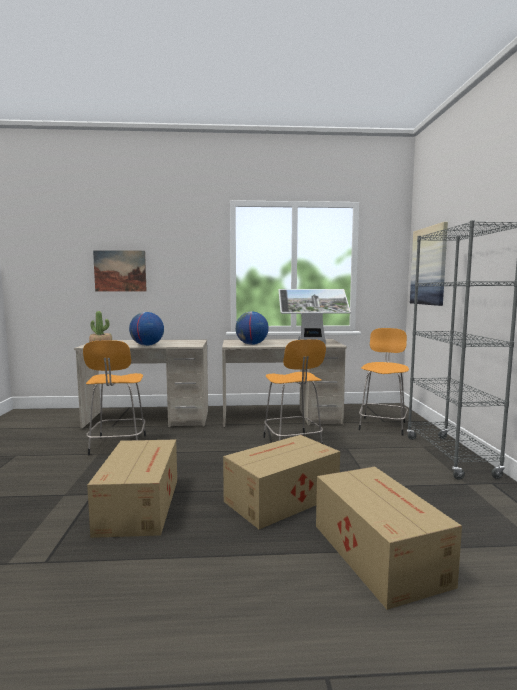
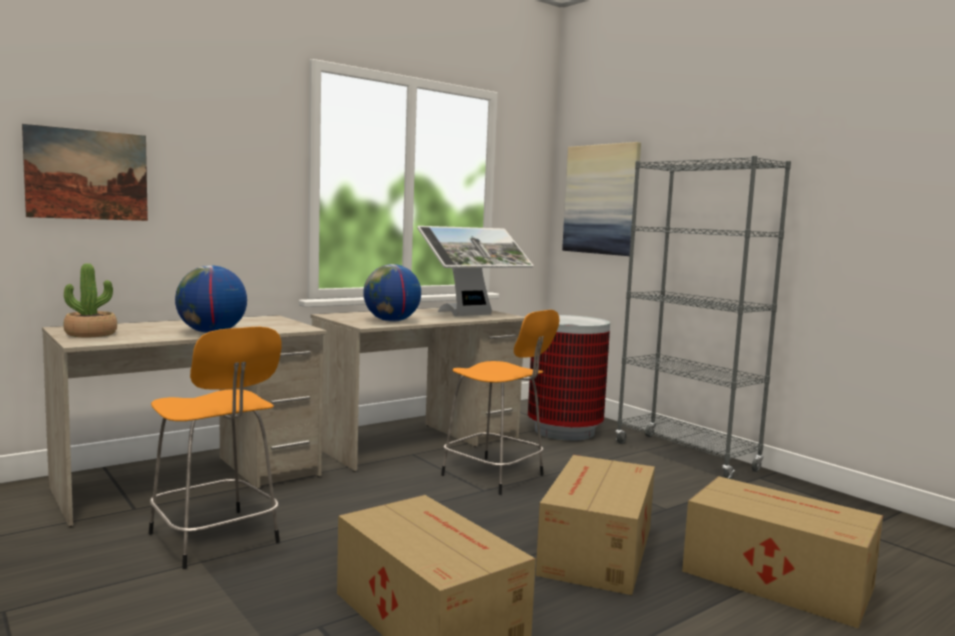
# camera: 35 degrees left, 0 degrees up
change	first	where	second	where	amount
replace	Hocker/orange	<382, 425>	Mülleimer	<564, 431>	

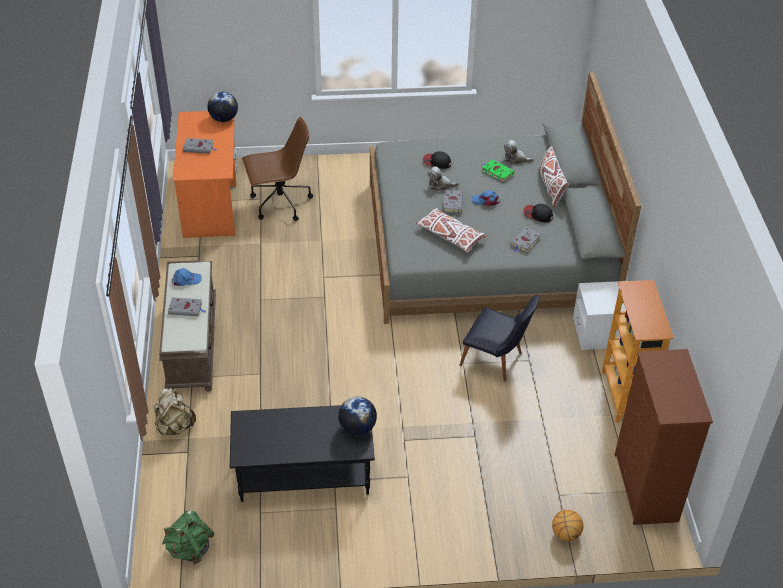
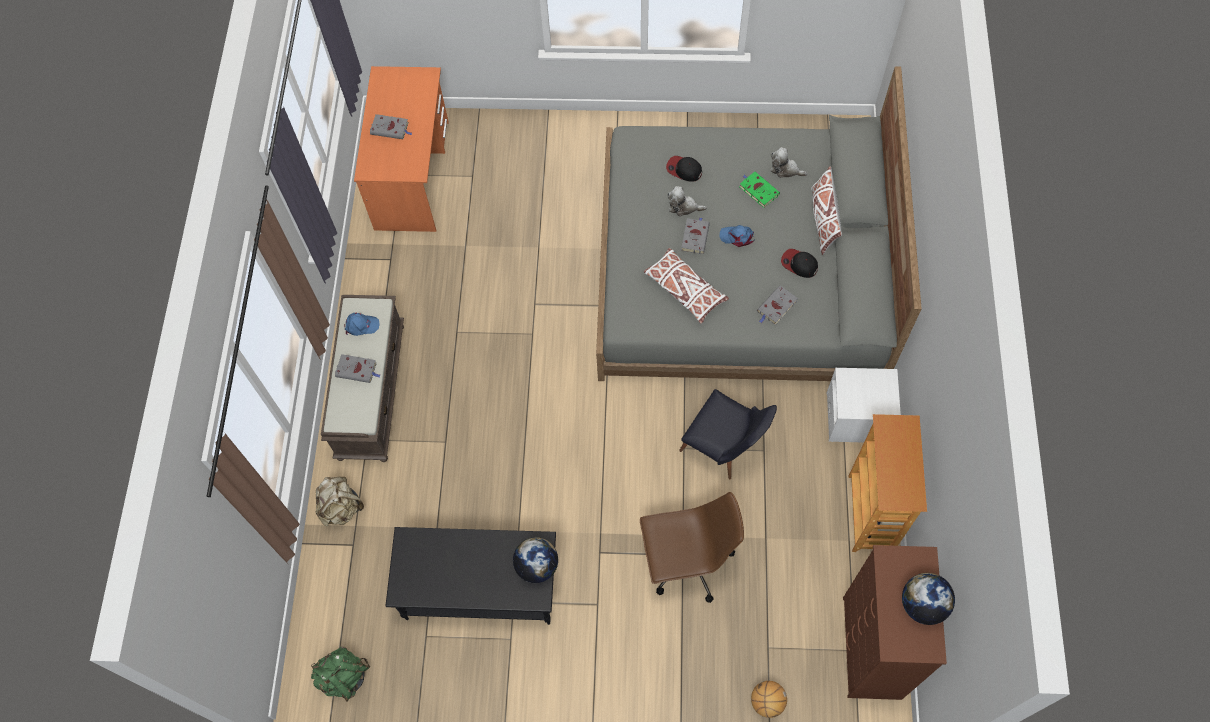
# camera: 10 degrees right, 20 degrees up
change	first	where	second	where	amount
move	Globus	<223, 119>		<922, 605>	
move	Bürostuhl/braun	<279, 203>		<687, 562>	

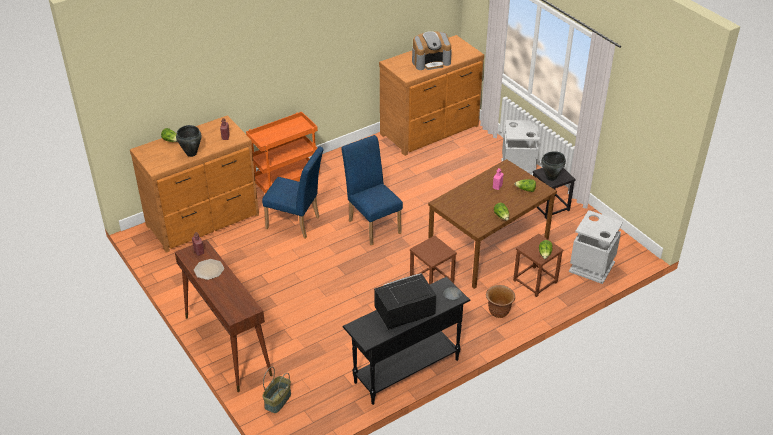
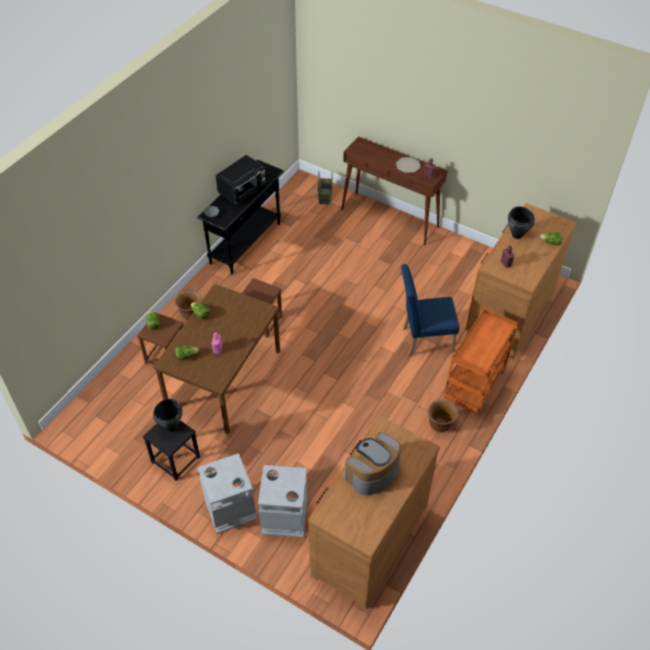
# camera: 155 degrees right, 10 degrees up
change	first	where	second	where	amount
delete	Stuhl/blau	<373, 224>			
move	Mülleimer/grau	<591, 266>		<285, 517>	
insert			Pflanzkübel/braun	<440, 425>	

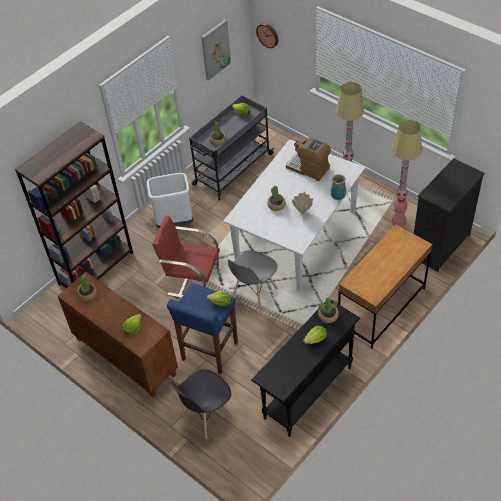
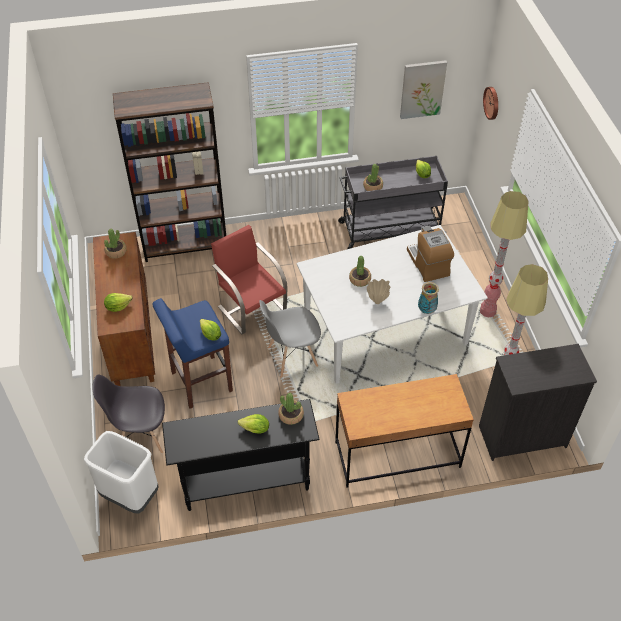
# camera: 35 degrees right, 0 degrees up
change	first	where	second	where	amount
move	Mülleimer/weiß	<174, 222>		<130, 495>	

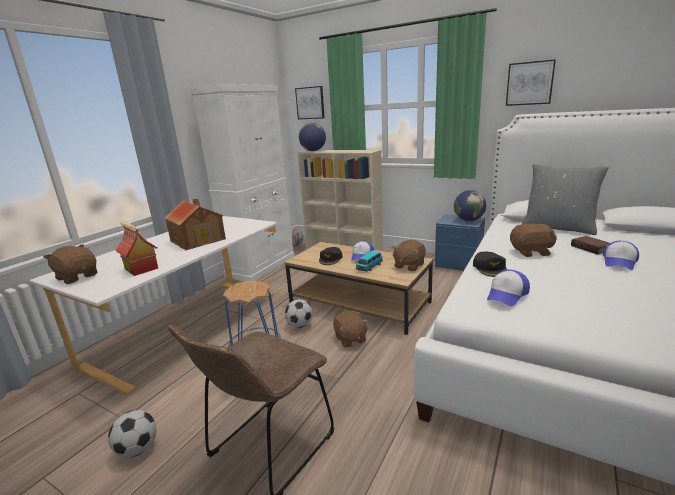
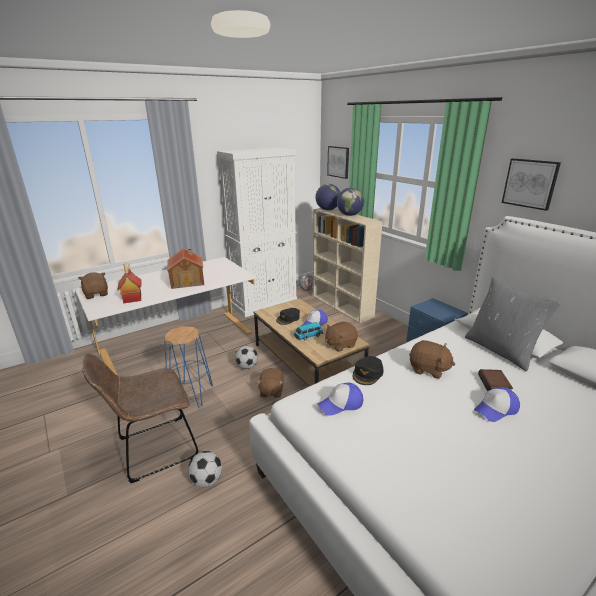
# camera: 25 degrees right, 5 degrees up
change	first	where	second	where	amount
move	Globus	<468, 220>		<349, 215>	
move	Fußball	<138, 449>		<207, 480>	

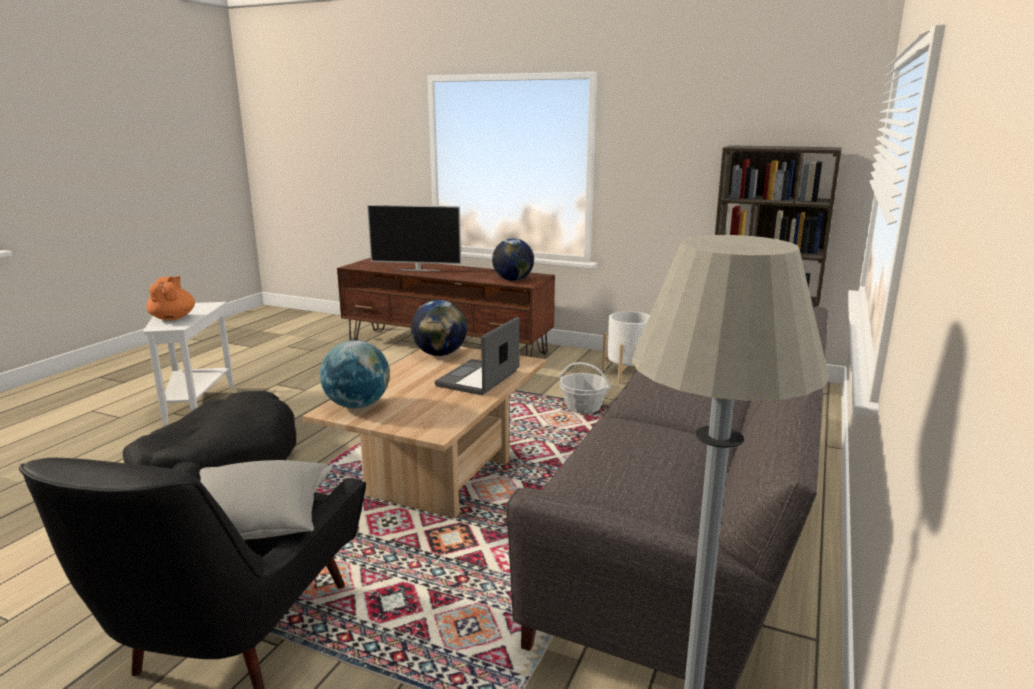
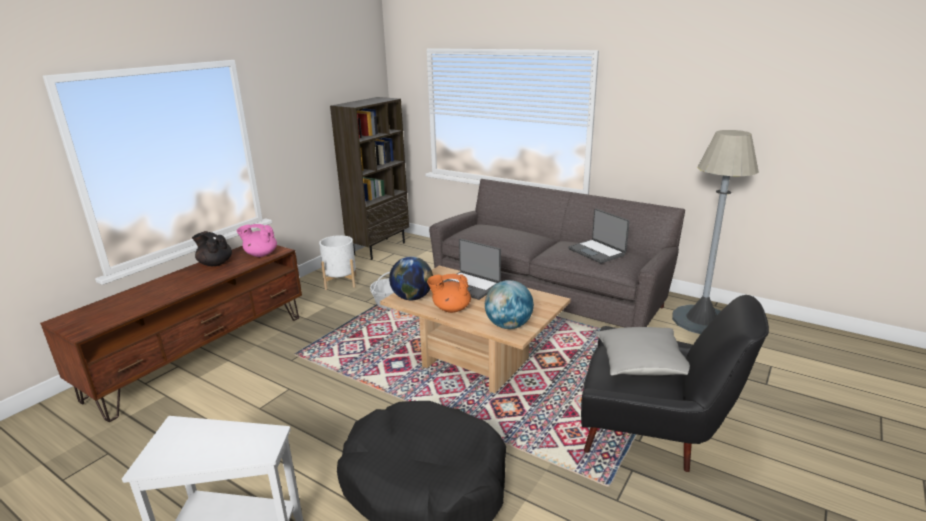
# camera: 80 degrees left, 5 degrees up
change	first	where	second	where	amount
delete	Fernseher	<417, 270>			
replace	Globus	<513, 280>	Teekanne/rosa	<260, 254>	
move	Teekanne/orange	<173, 318>		<451, 309>	
insert			Laptop	<597, 252>	
insert			Teekanne/schwarz	<215, 263>	

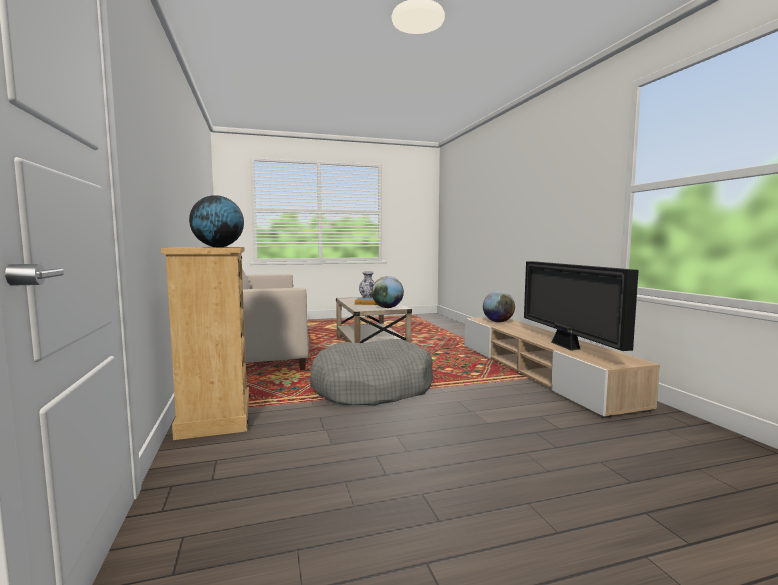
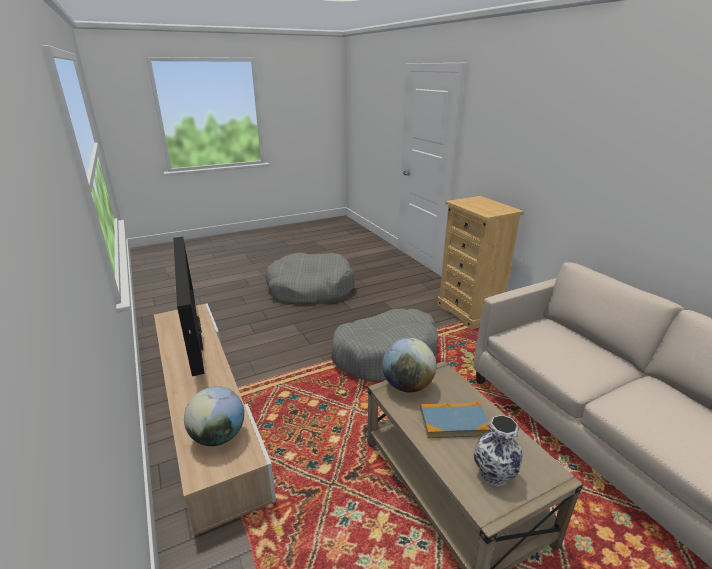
# camera: 170 degrees right, 20 degrees up
change	first	where	second	where	amount
delete	Globus	<218, 247>			
insert			Hundebett/grau	<310, 288>	

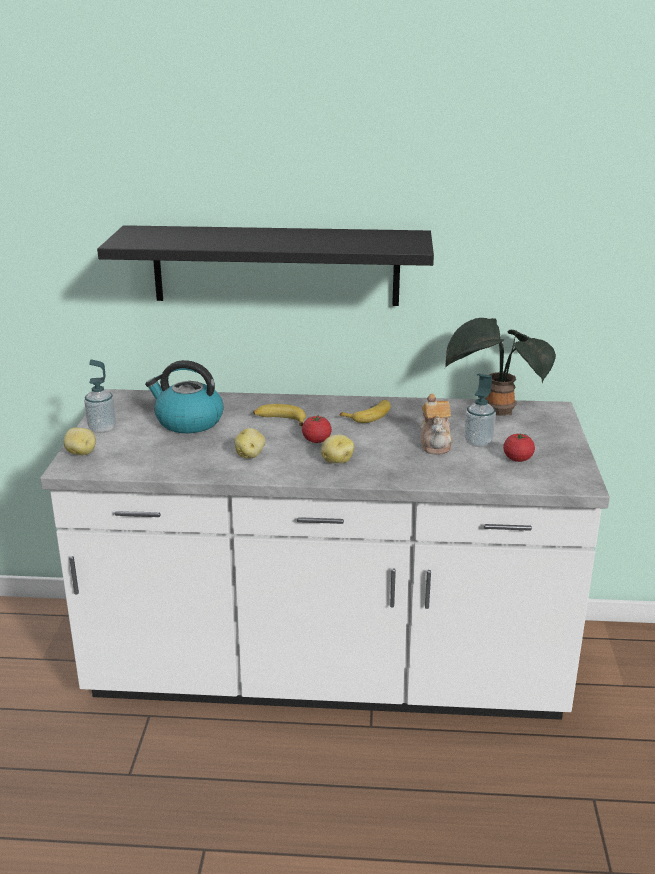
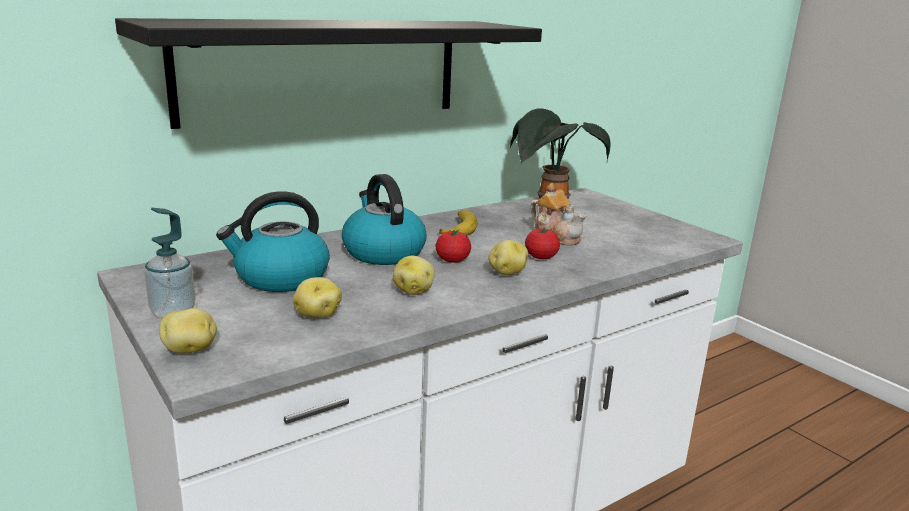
# camera: 40 degrees left, 5 degrees down
change	first	where	second	where	amount
delete	Seifenspender	<478, 442>			
replace	Banane	<280, 420>	Wasserkessel	<382, 252>	
move	Tomate	<517, 459>		<541, 257>	
insert			Kartoffel	<317, 315>	

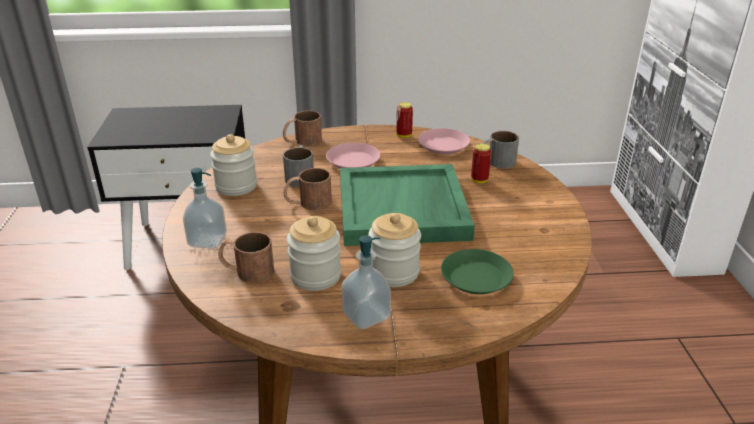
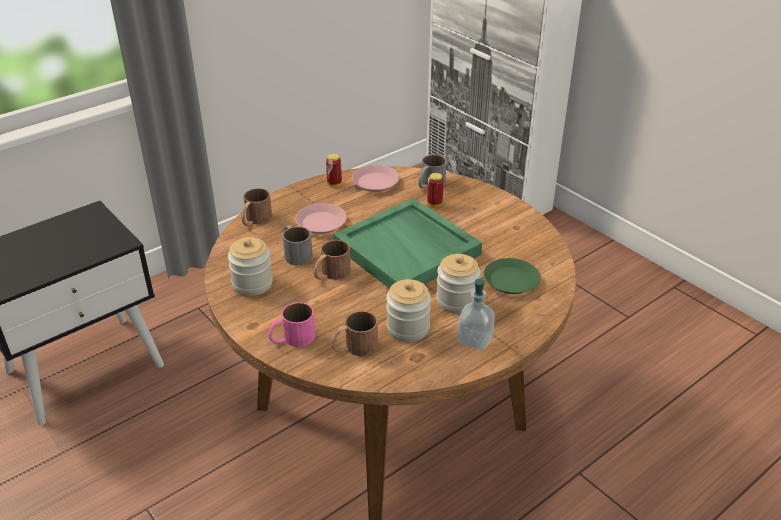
# camera: 35 degrees left, 5 degrees up
change	first	where	second	where	amount
replace	Seifenspender	<207, 240>	Henkelbecher/rosa	<292, 338>	

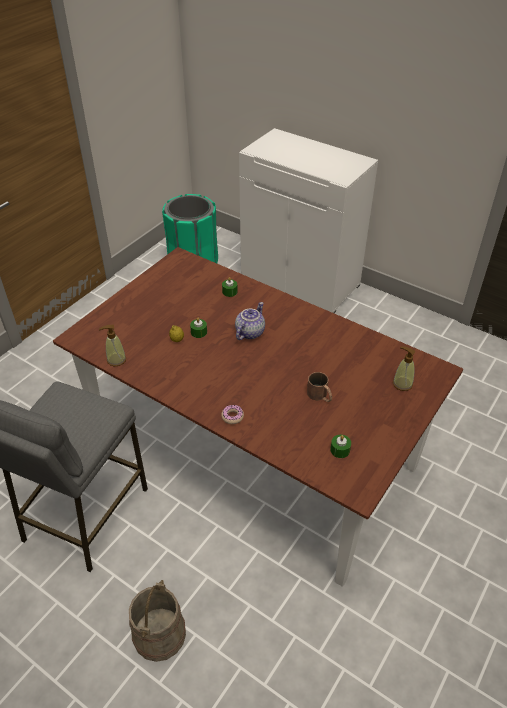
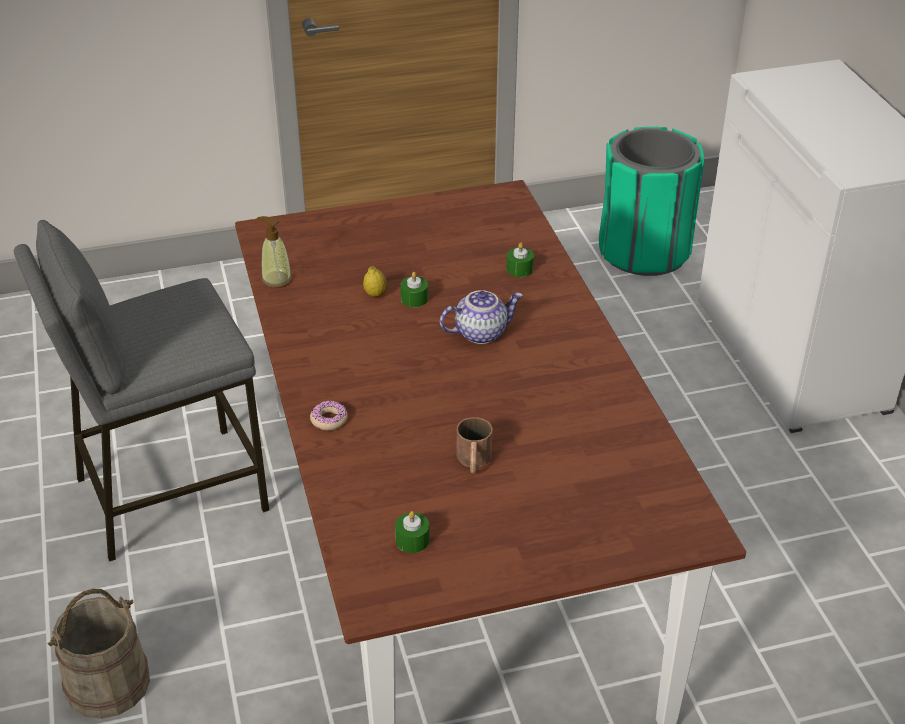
# camera: 40 degrees right, 5 degrees down
change	first	where	second	where	amount
delete	Seifenspender	<402, 384>			

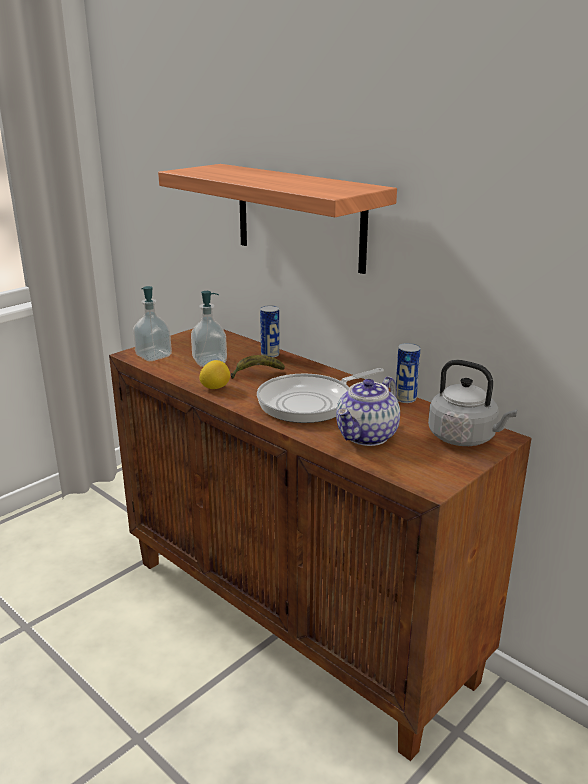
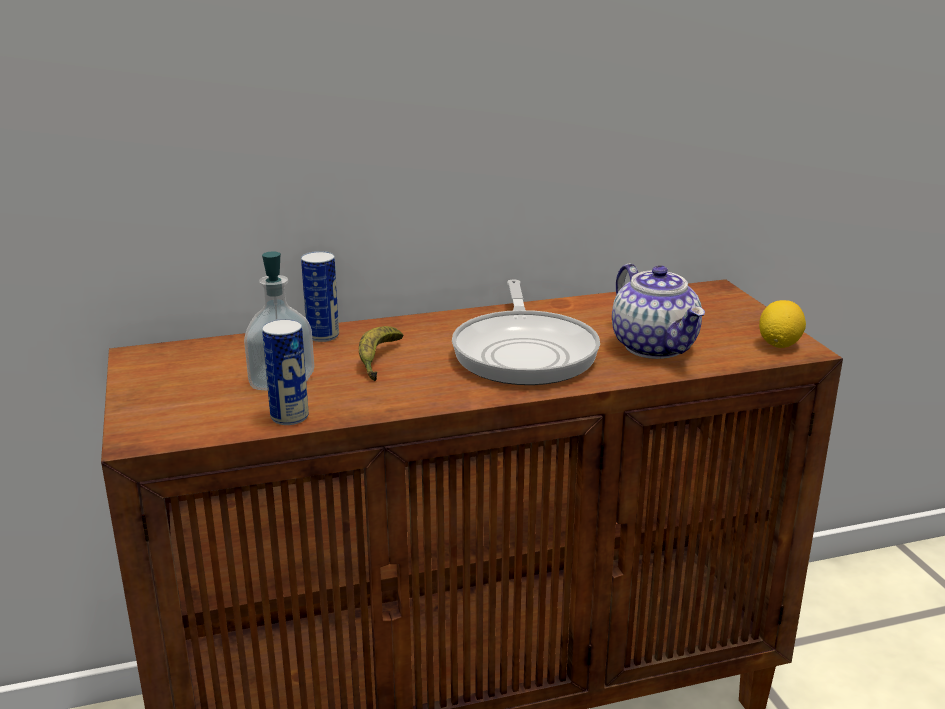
# camera: 60 degrees left, 0 degrees up
change	first	where	second	where	amount
delete	Wandregal	<299, 217>			
delete	Seifenspender	<153, 356>			
move	Dose	<405, 399>		<289, 417>	
move	Zitrone	<215, 387>		<779, 344>	
delete	Wasserkessel/grau	<465, 438>			

